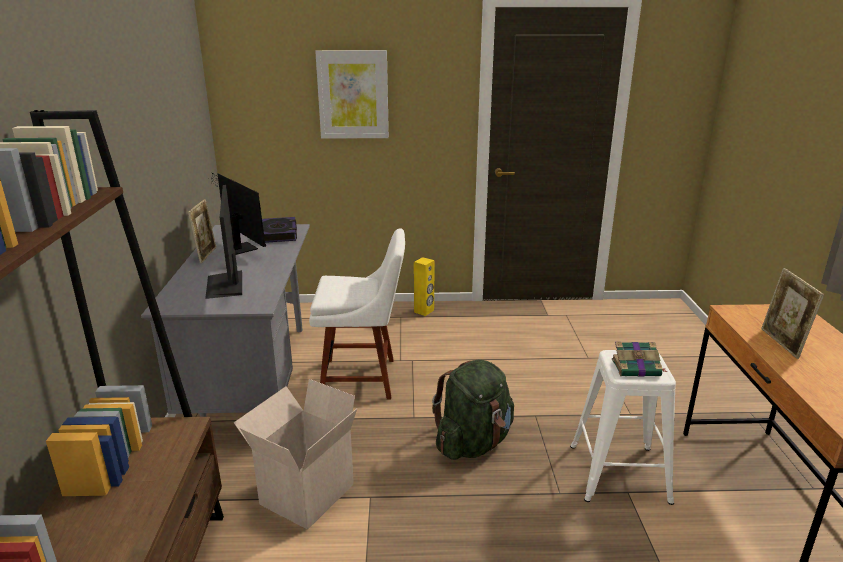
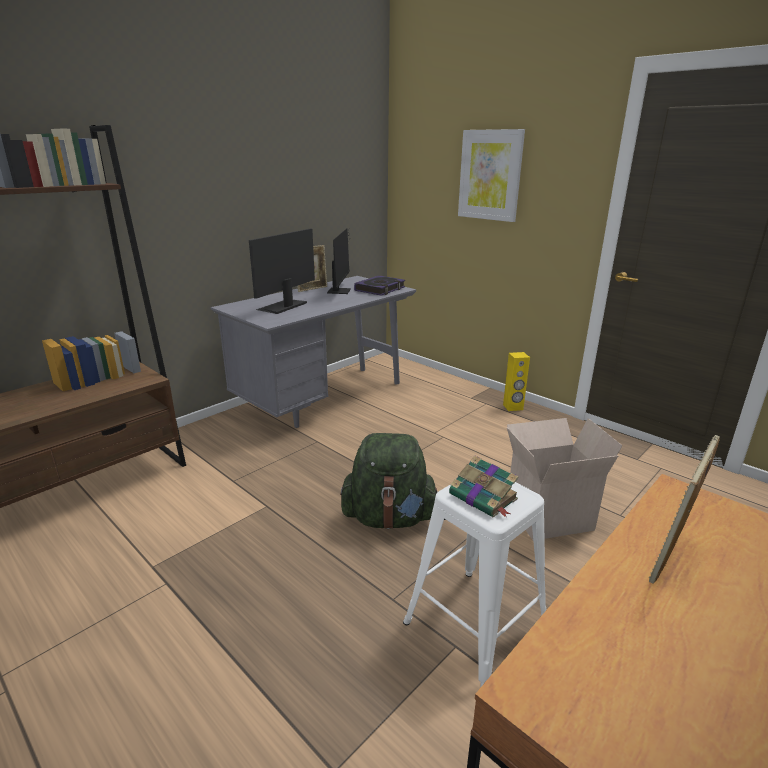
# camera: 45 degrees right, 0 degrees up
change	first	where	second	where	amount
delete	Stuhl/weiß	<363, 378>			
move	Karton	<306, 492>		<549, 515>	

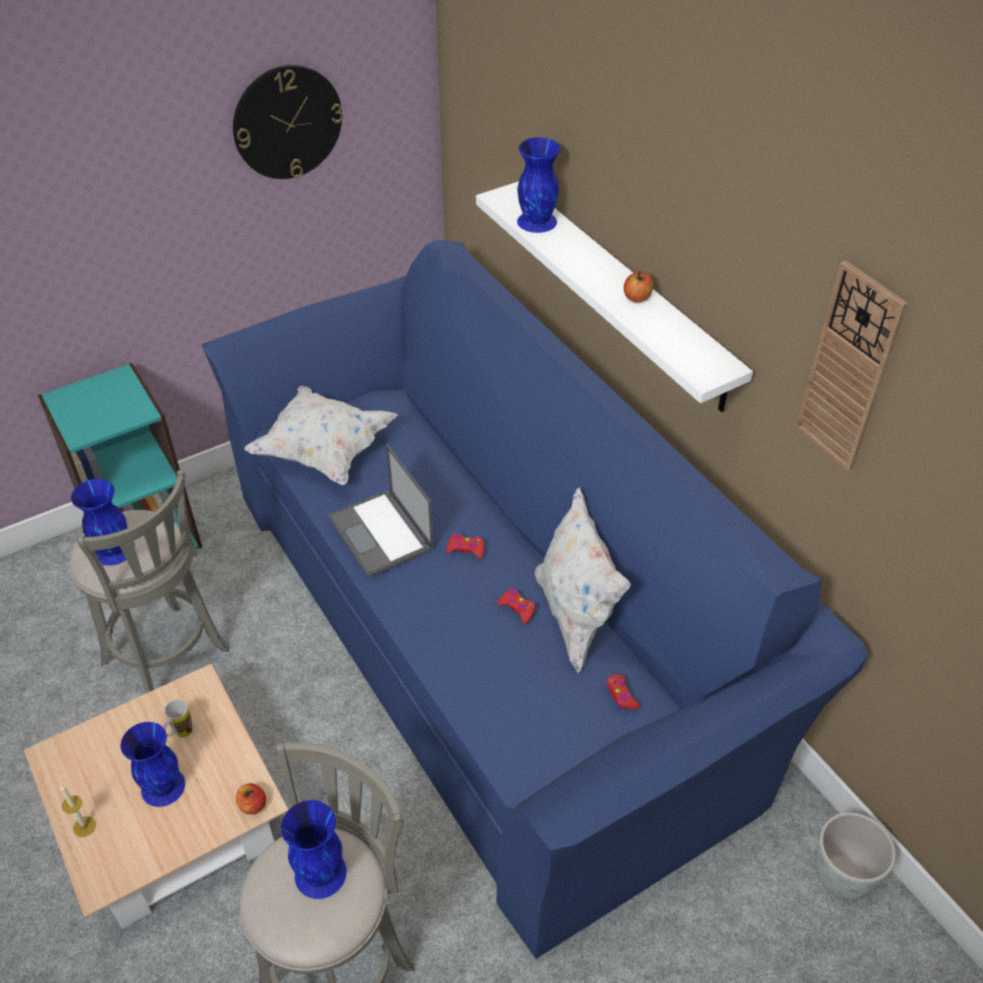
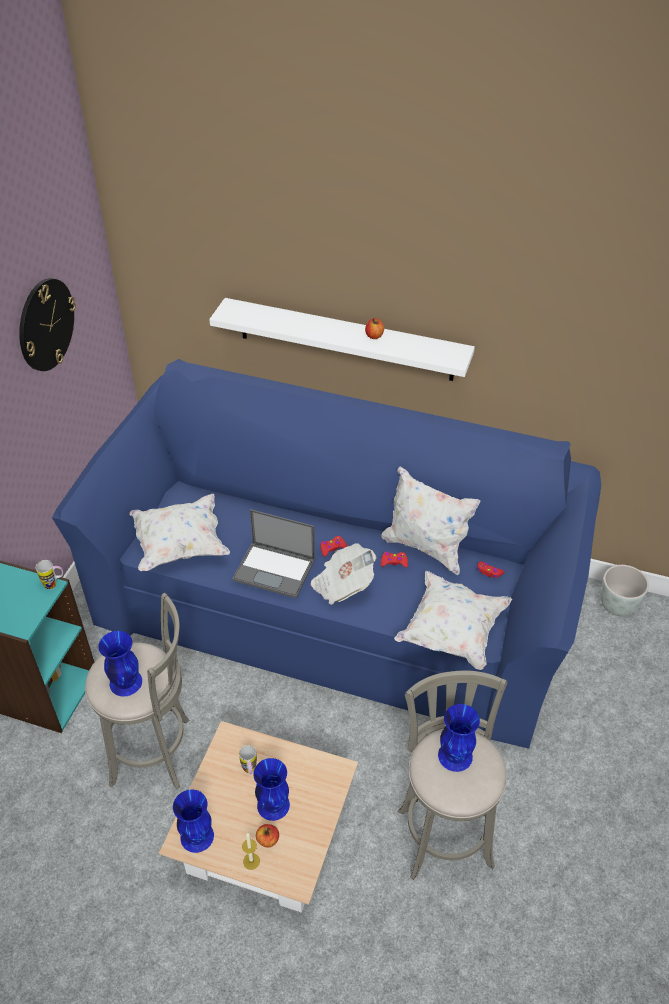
# camera: 40 degrees left, 0 degrees up
change	first	where	second	where	amount
move	Vase/blau	<537, 221>		<197, 835>	
delete	Wanduhr	<849, 369>			
move	Apfel	<252, 805>		<268, 840>	
insert			Zeitung	<343, 584>	
insert			Henkelbecher	<54, 584>	
insert			Kissen/weiß	<451, 632>	

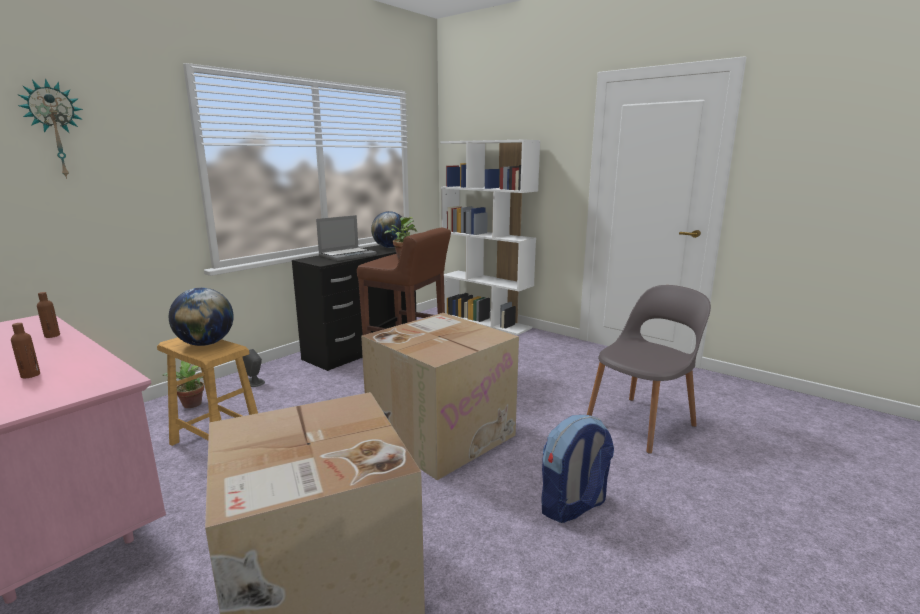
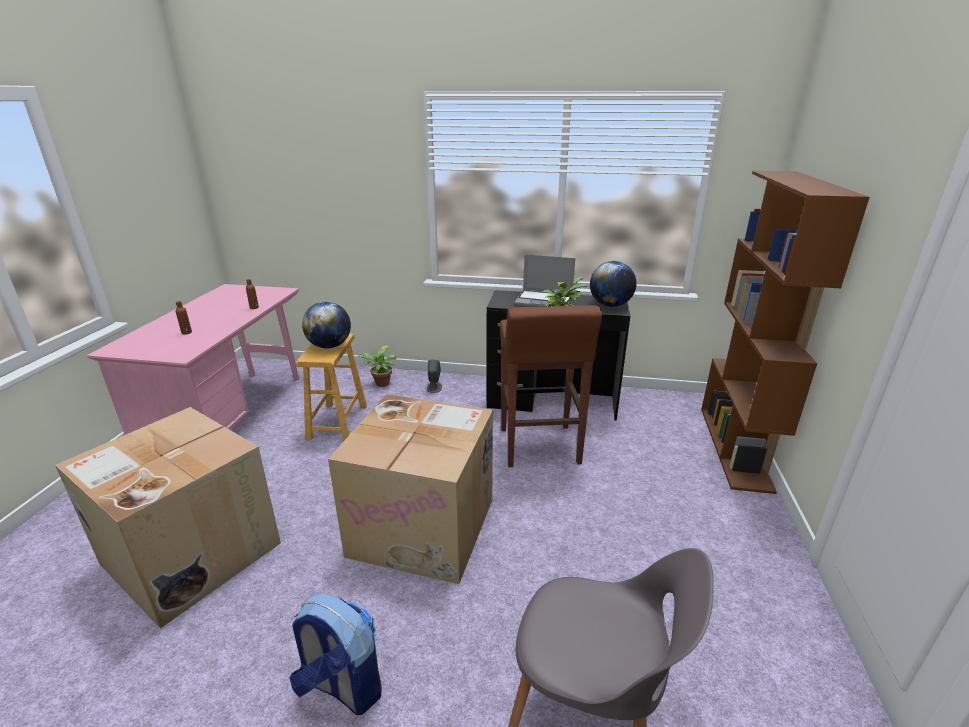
# camera: 60 degrees right, 10 degrees up
change	first	where	second	where	amount
delete	Wanduhr	<55, 130>			
recolor	Bücherregal/weiß	<486, 321>	Bücherregal/braun	<735, 447>	

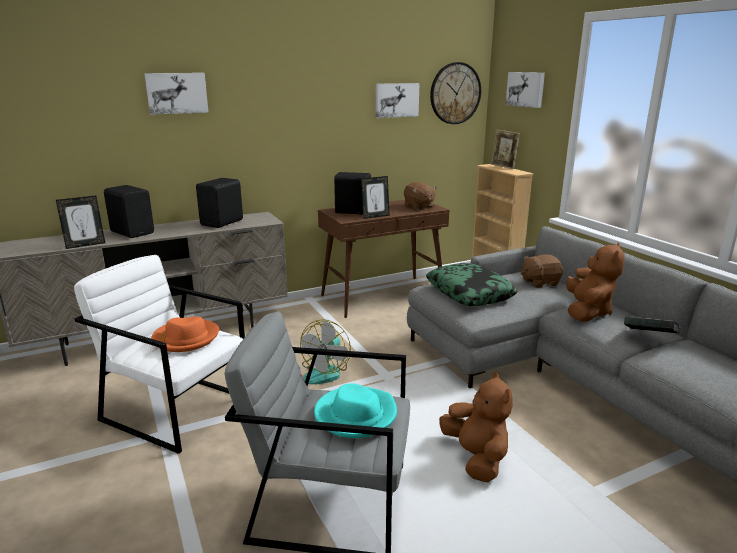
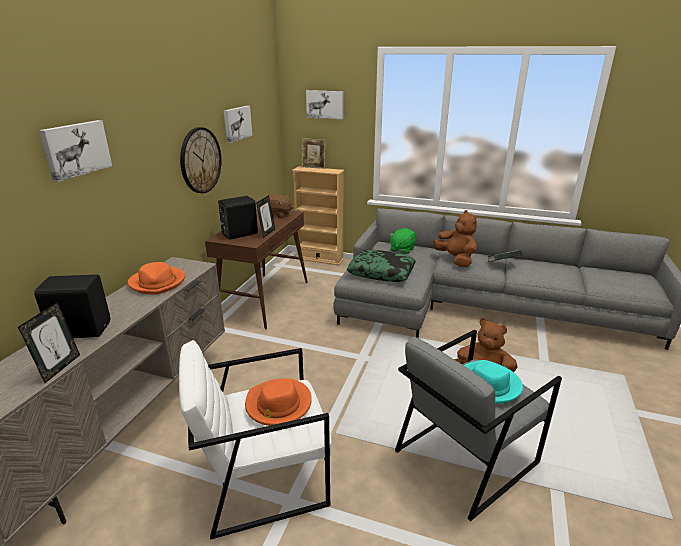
# camera: 45 degrees left, 5 degrees up
change	first	where	second	where	amount
move	Wanduhr	<455, 93>		<200, 160>	
replace	Lautsprecher/schwarz	<223, 222>	Hut/orange	<158, 282>	
recolor	Plüschtier/braun	<539, 282>	Plüschtier/grün	<402, 249>	
delete	Ventilator	<326, 372>			

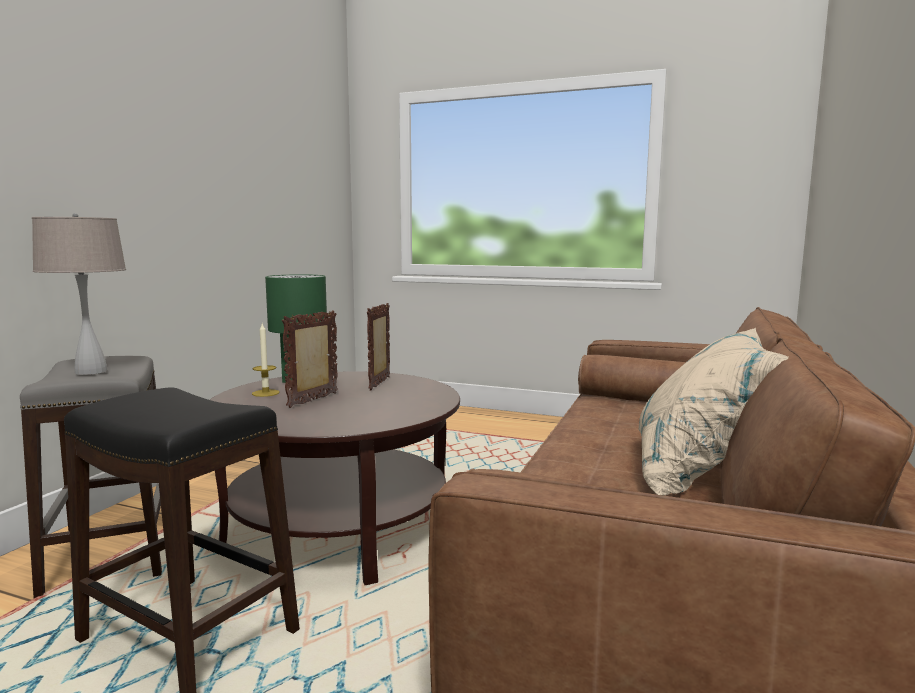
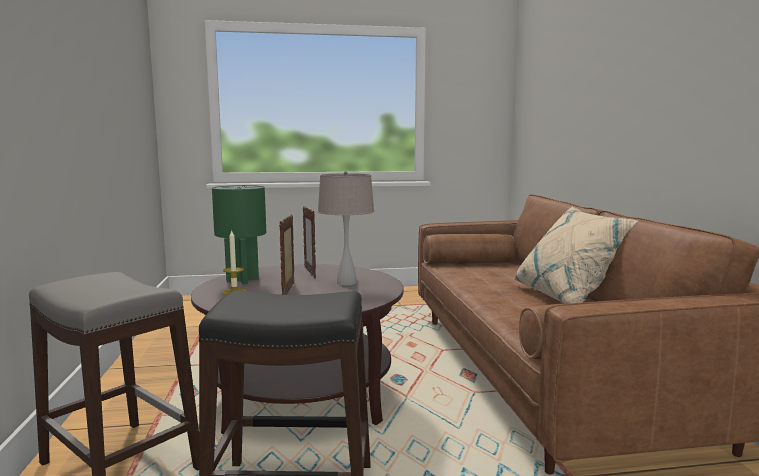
# camera: 30 degrees left, 0 degrees up
change	first	where	second	where	amount
move	Tischlampe/beige	<90, 371>		<346, 282>	

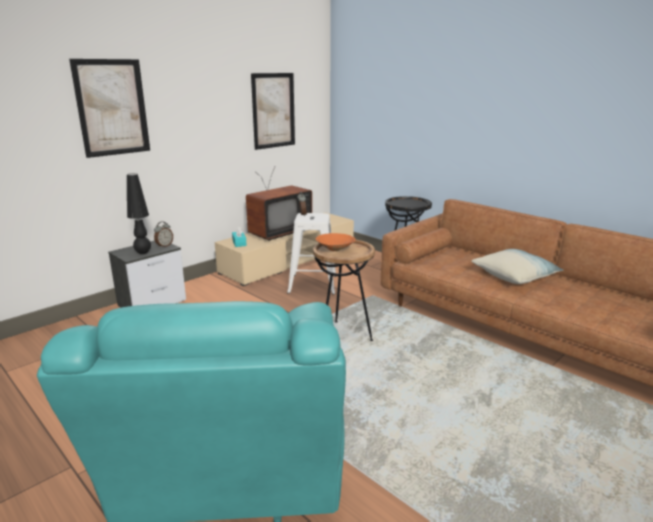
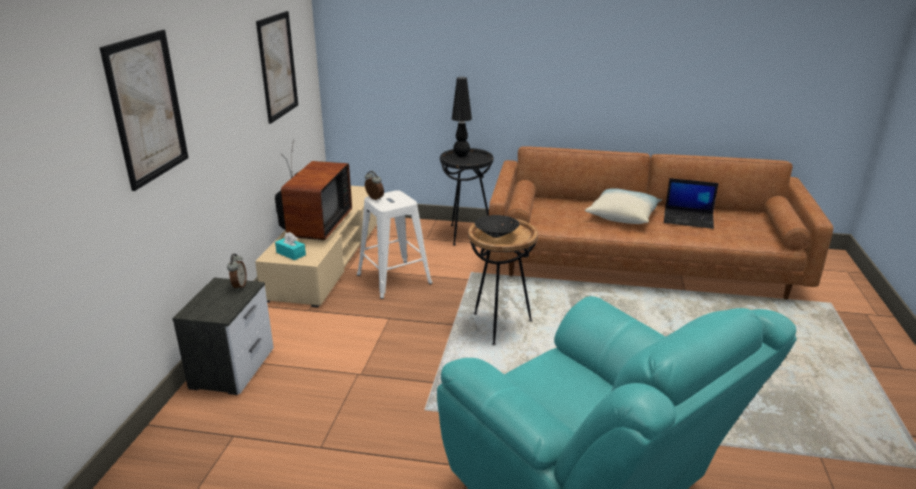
# camera: 35 degrees left, 5 degrees up
change	first	where	second	where	amount
move	Tischlampe/schwarz	<143, 253>		<461, 156>	
recolor	Schüssel/orange	<335, 249>	Schüssel/schwarz	<496, 234>	
insert			Laptop	<689, 219>	

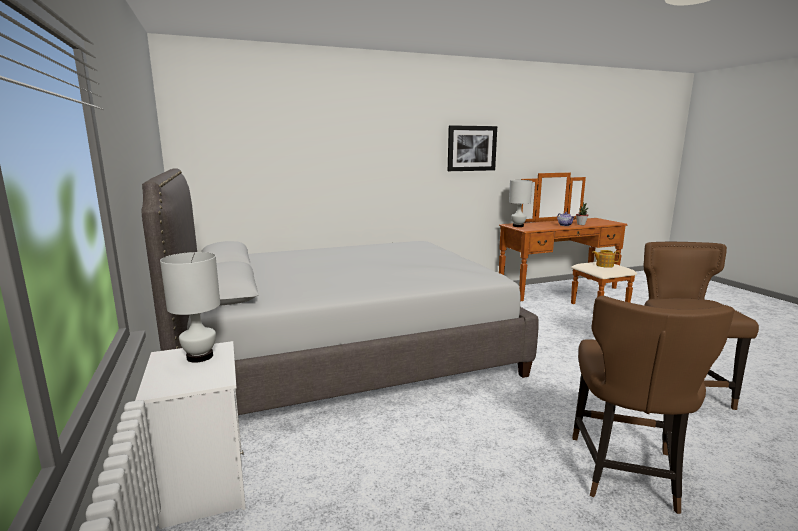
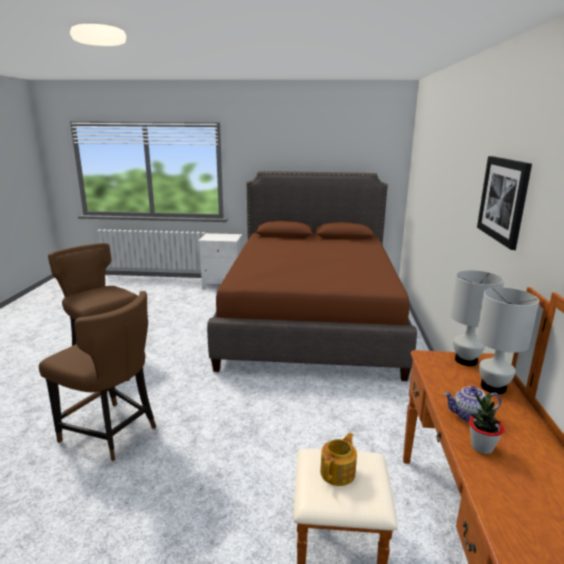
# camera: 115 degrees right, 5 degrees up
change	first	where	second	where	amount
recolor	Bett/grau	<344, 355>	Bett/braun	<311, 319>	
move	Tischlampe/weiß	<200, 356>		<493, 387>	

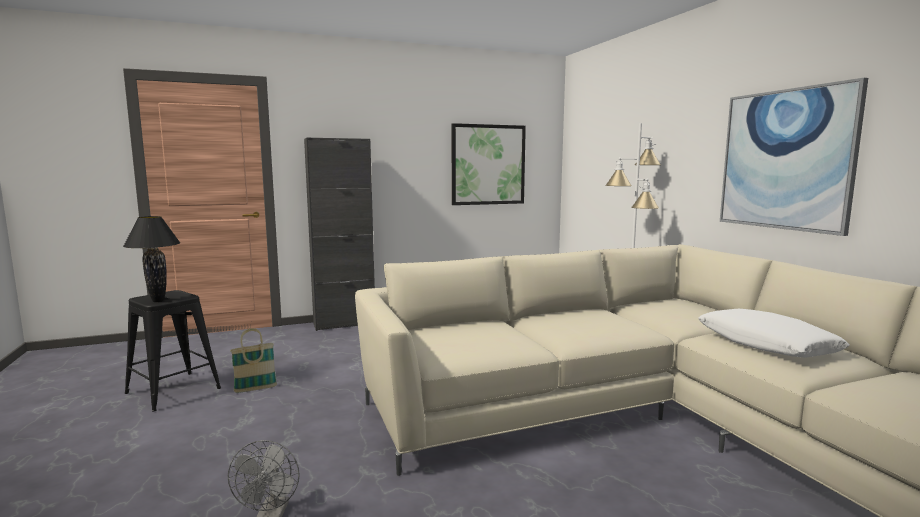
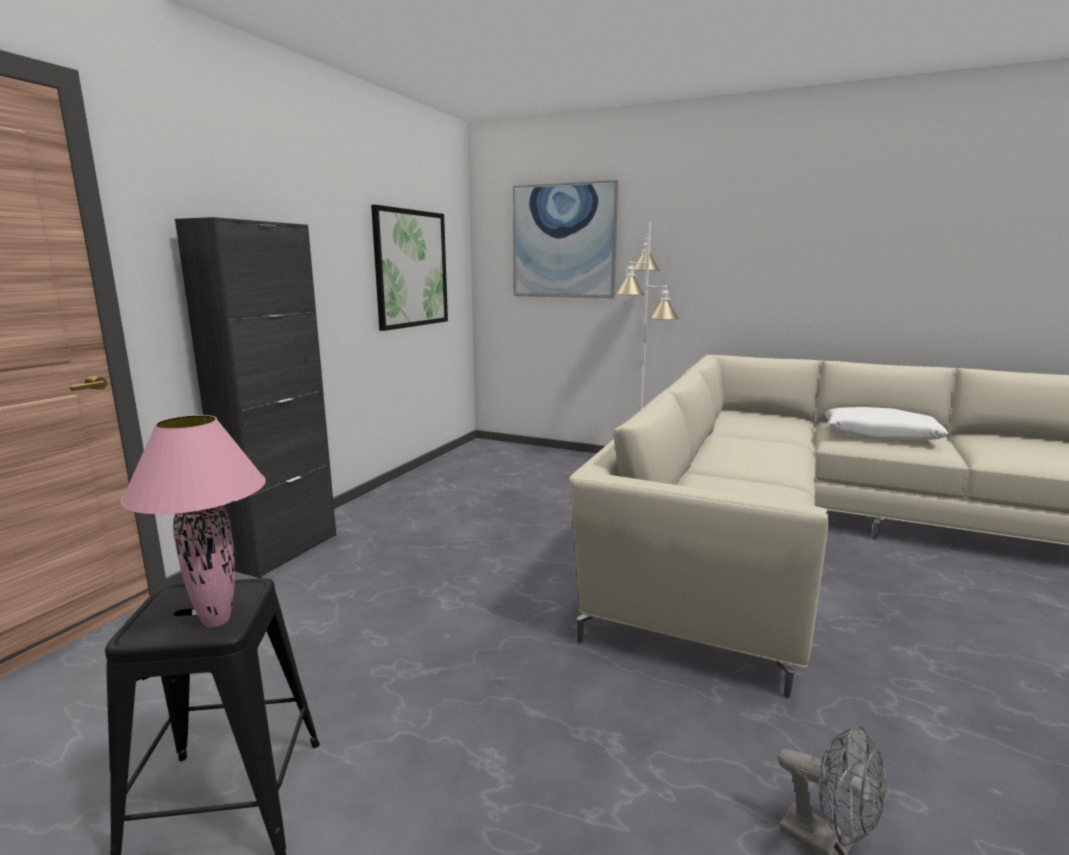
# camera: 45 degrees left, 5 degrees up
change	first	where	second	where	amount
move	Bild	<785, 159>		<564, 241>	
recolor	Tischlampe/schwarz	<158, 301>	Tischlampe/rosa	<218, 622>	
delete	Korb	<255, 389>			

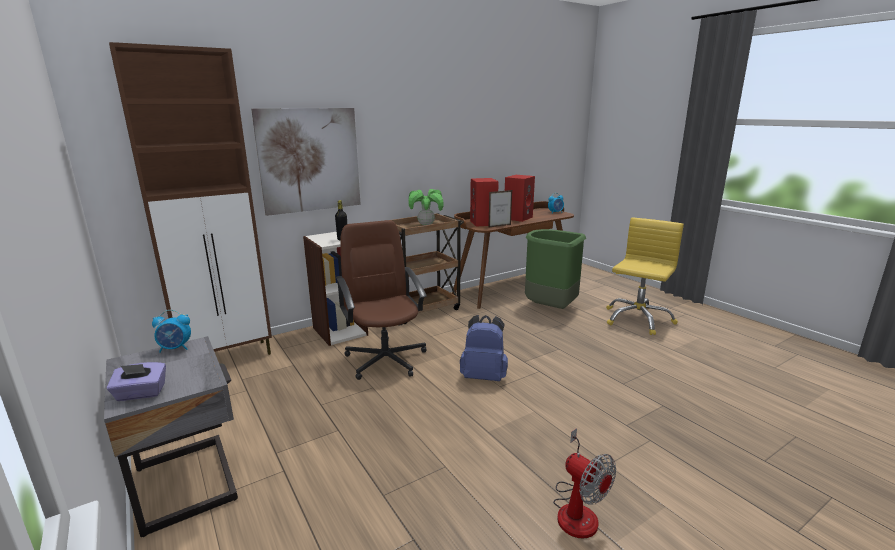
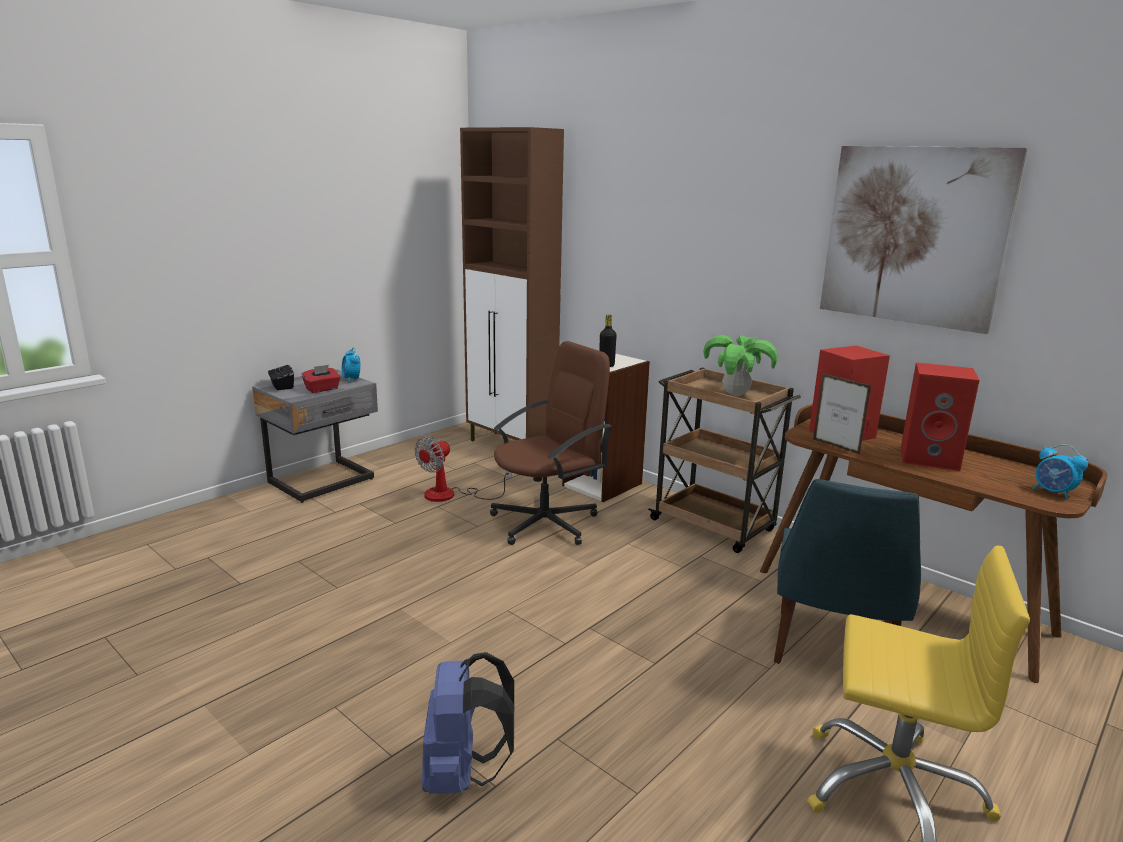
# camera: 75 degrees right, 0 degrees up
change	first	where	second	where	amount
move	Bild	<309, 160>		<913, 236>	
replace	Mülleimer/grün	<550, 309>	Stuhl/blau	<832, 650>	
move	Rucksack/blau	<484, 376>		<463, 774>	
recolor	Taschentuchbox/lila	<141, 393>	Taschentuchbox/schwarz	<282, 386>	
move	Ventilator	<577, 509>		<451, 495>	
insert			Taschentuchbox/rot	<322, 389>	

